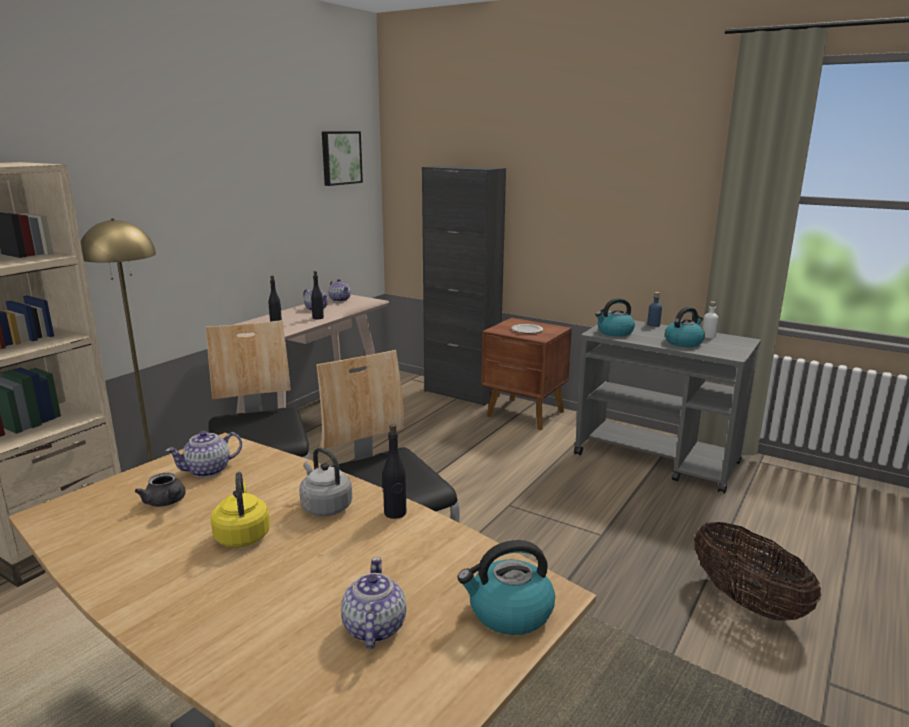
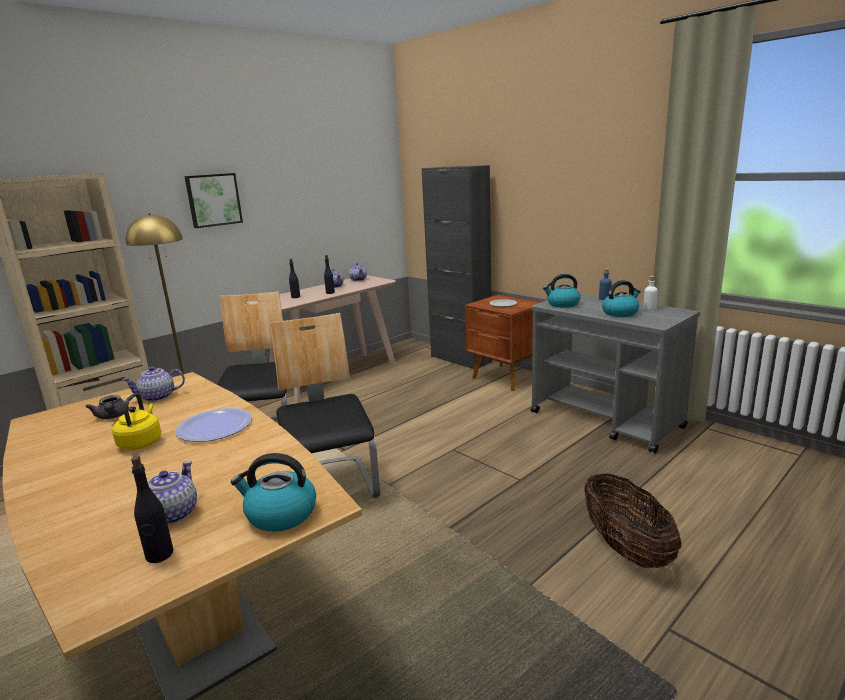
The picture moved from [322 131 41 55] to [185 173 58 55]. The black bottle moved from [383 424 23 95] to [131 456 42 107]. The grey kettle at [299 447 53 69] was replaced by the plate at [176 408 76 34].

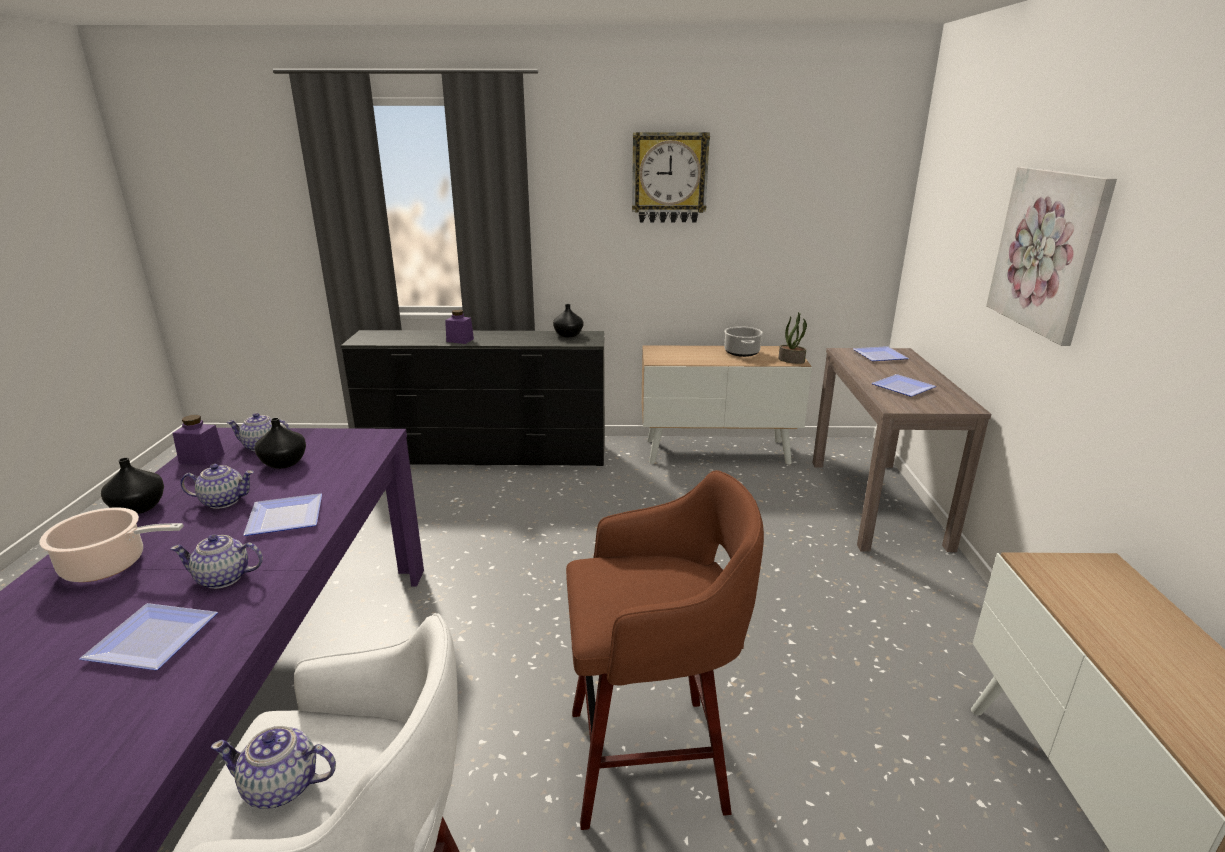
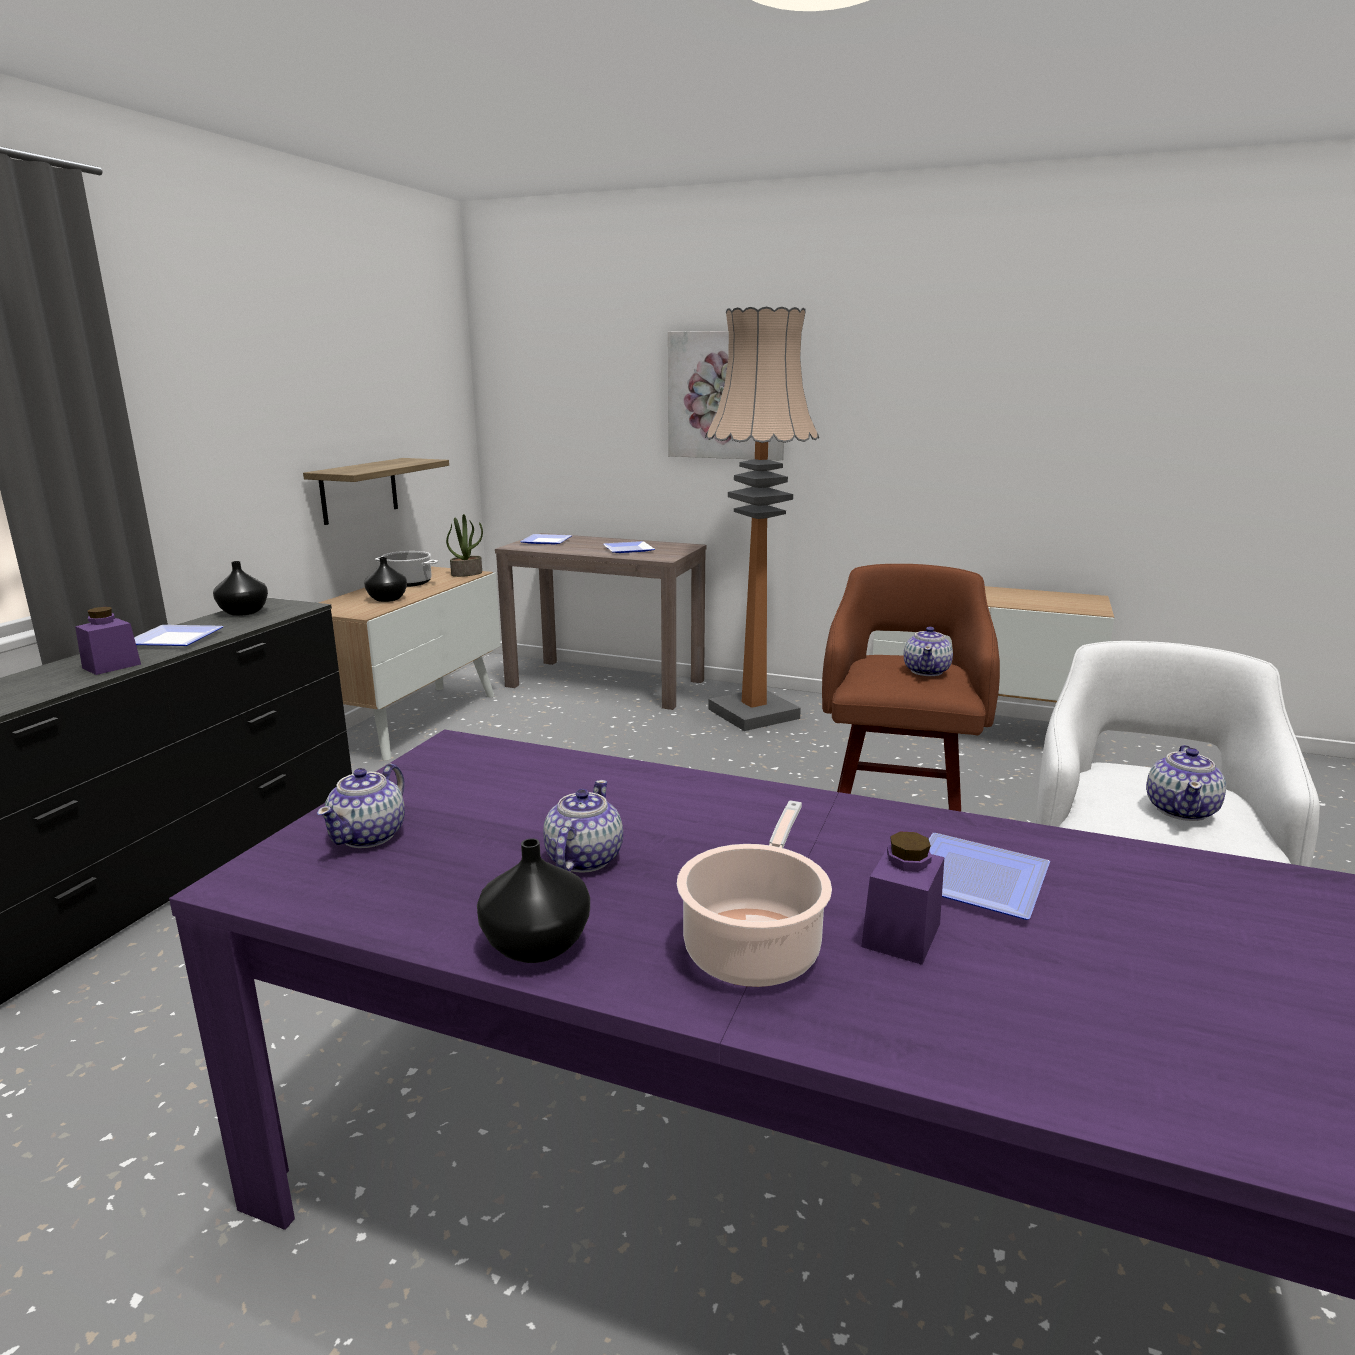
The wall clock at [632 132 78 91] disappeared. The shelf at [303 458 146 67] appeared. The floor lamp at [705 306 114 425] appeared. The teapot moved from [170 534 93 55] to [904 627 49 49]. The purple jar moved from [172 415 53 50] to [861 832 83 133]. The plate moved from [243 493 79 43] to [134 625 90 21]. The black vase moved from [255 418 51 51] to [364 557 43 45].

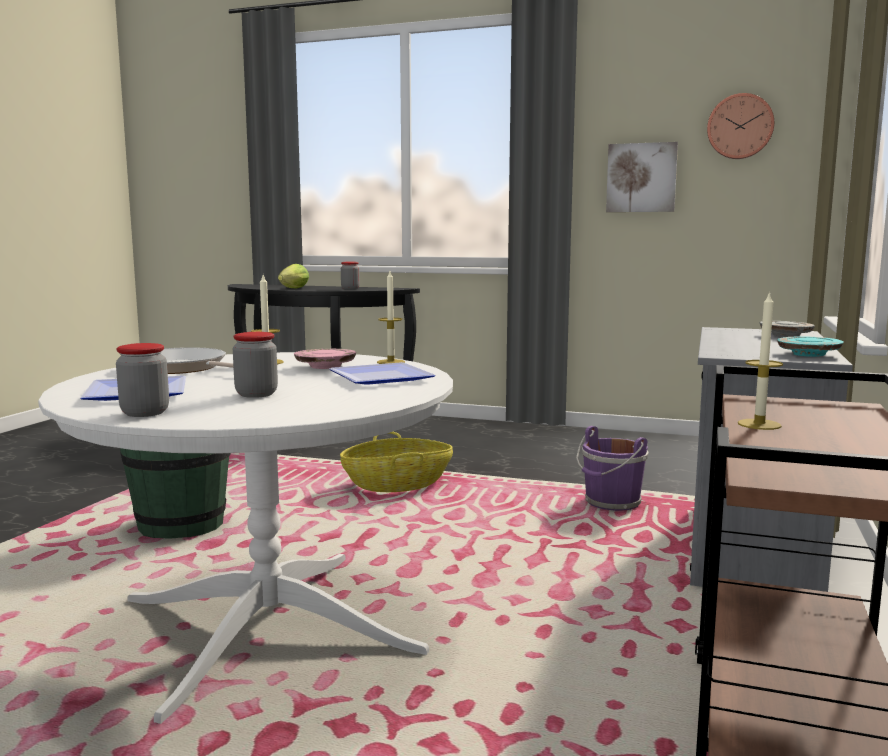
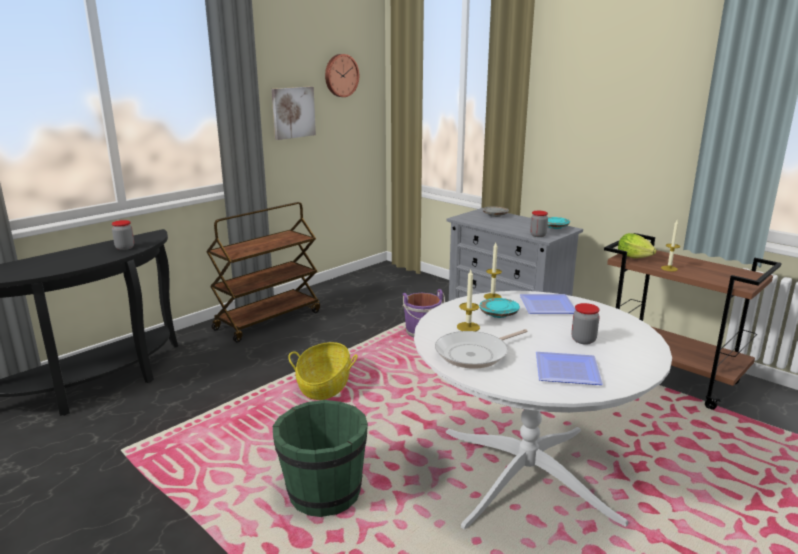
The brown cart at [206 202 114 141] appeared. The jar moved from [116 343 53 74] to [530 211 18 26]. The lettuce moved from [278 264 31 24] to [618 233 39 25]. The pink plate at [294 349 62 20] became the turquoise plate at [479 298 41 20].

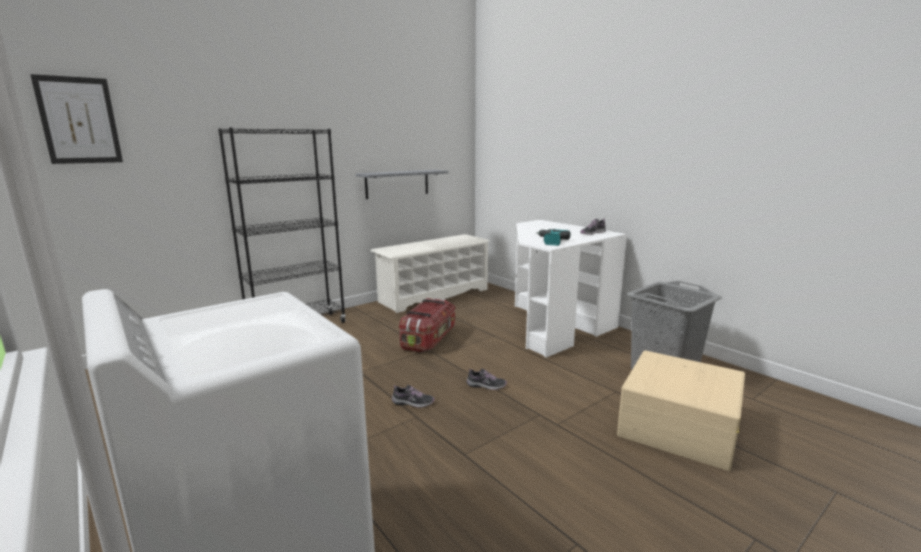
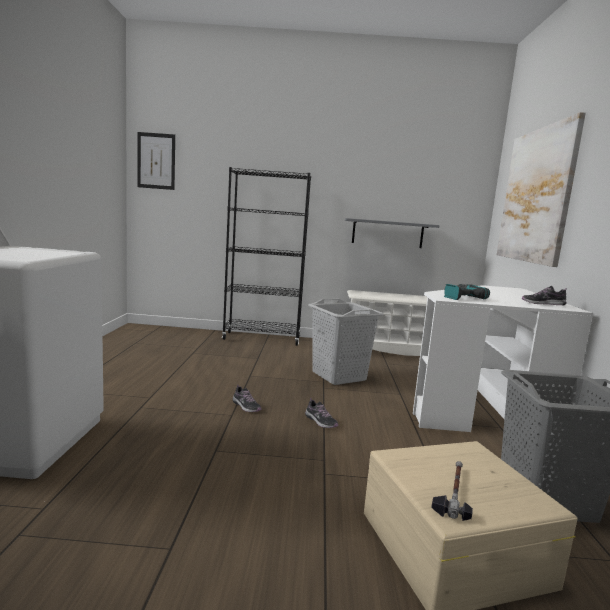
The hammer at [431 461 42 60] appeared. The picture at [497 112 89 155] appeared. The storage box at [399 298 56 54] was replaced by the grey laundry basket at [308 299 76 86].

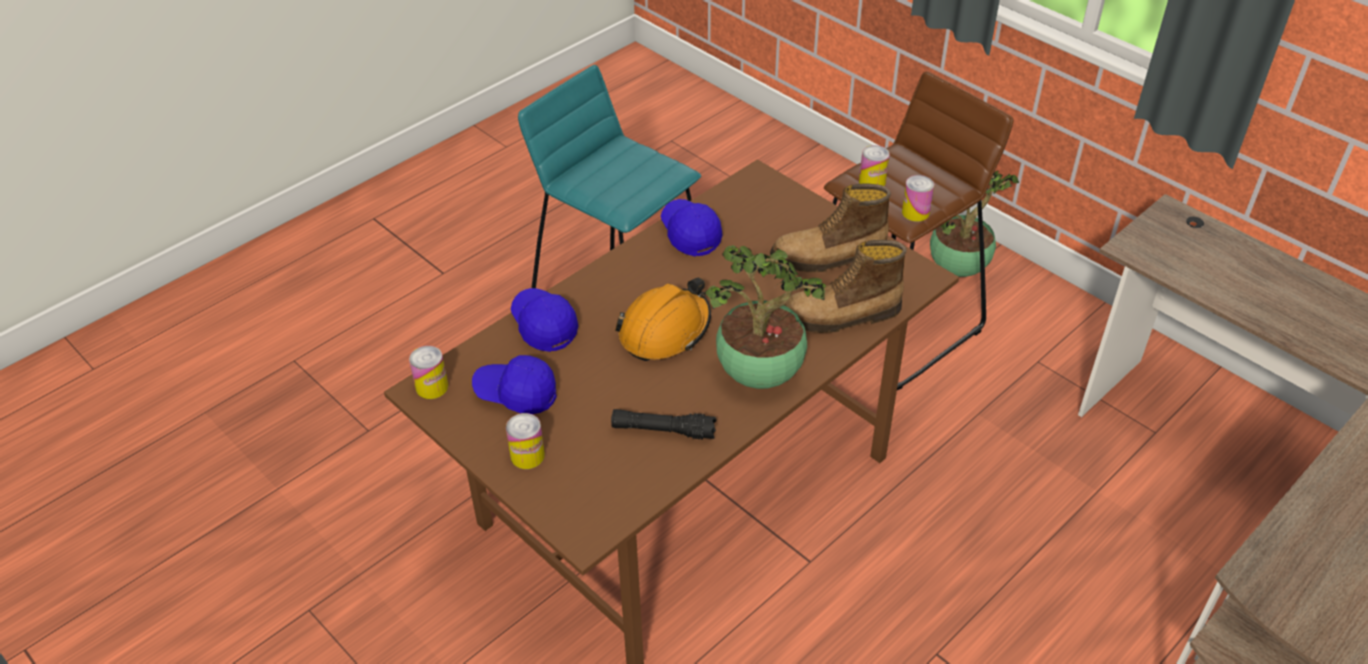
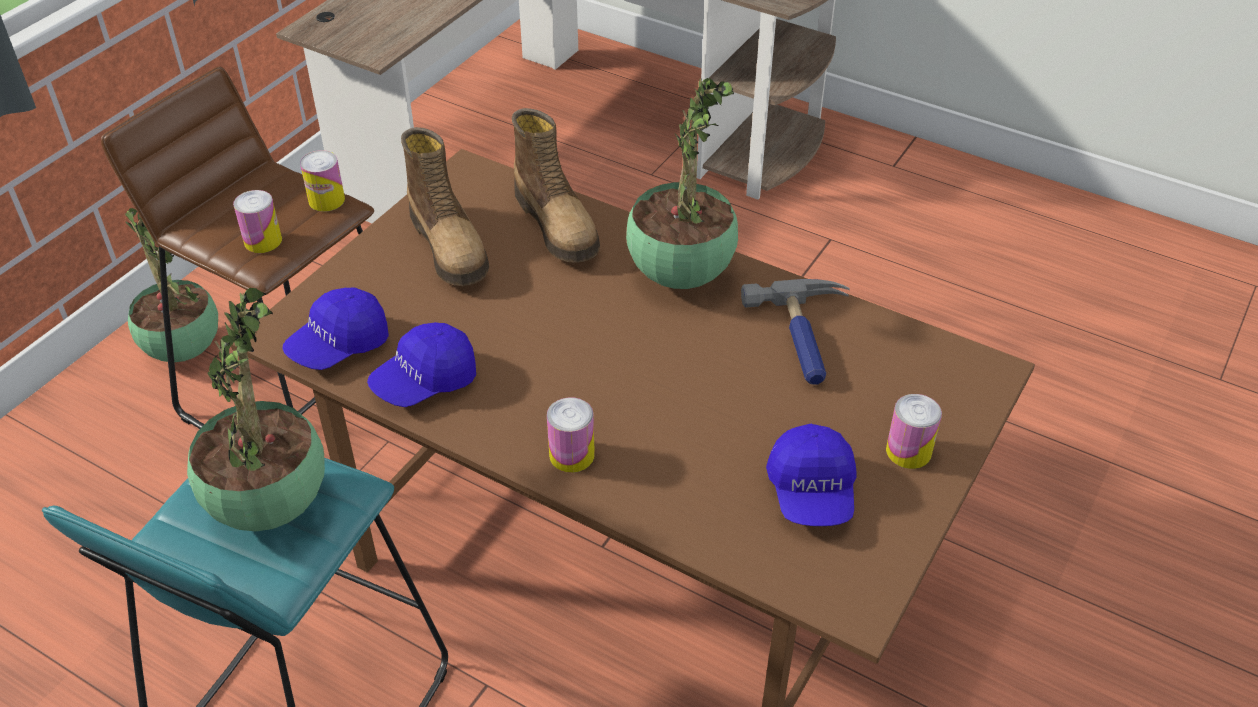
The orange hard hat at [615 278 96 83] disappeared. The potted plant at [187 288 138 244] appeared. The can moved from [409 346 39 53] to [547 397 48 76]. The blue cap moved from [511 288 67 64] to [282 287 107 83]. The black flashlight at [611 409 105 31] was replaced by the hammer at [741 279 109 105].

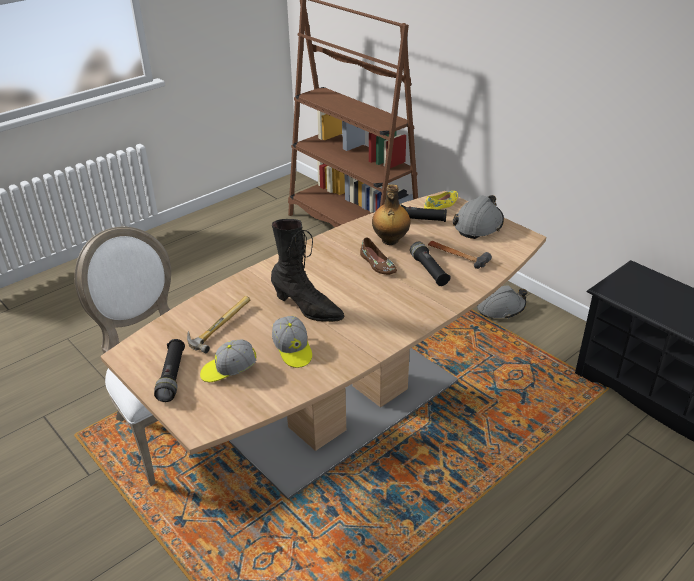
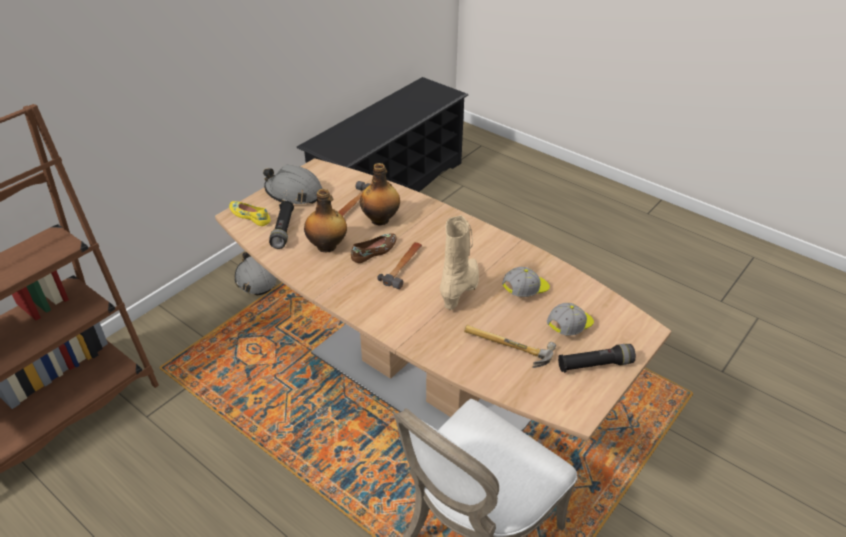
The hammer at [377 242 45 47] appeared. The black flashlight at [410 242 41 44] was replaced by the bottle at [360 163 40 63]. The black boot at [271 219 73 103] became the beige boot at [440 215 39 95]. The cap at [200 339 56 43] turned 105 degrees counterclockwise.

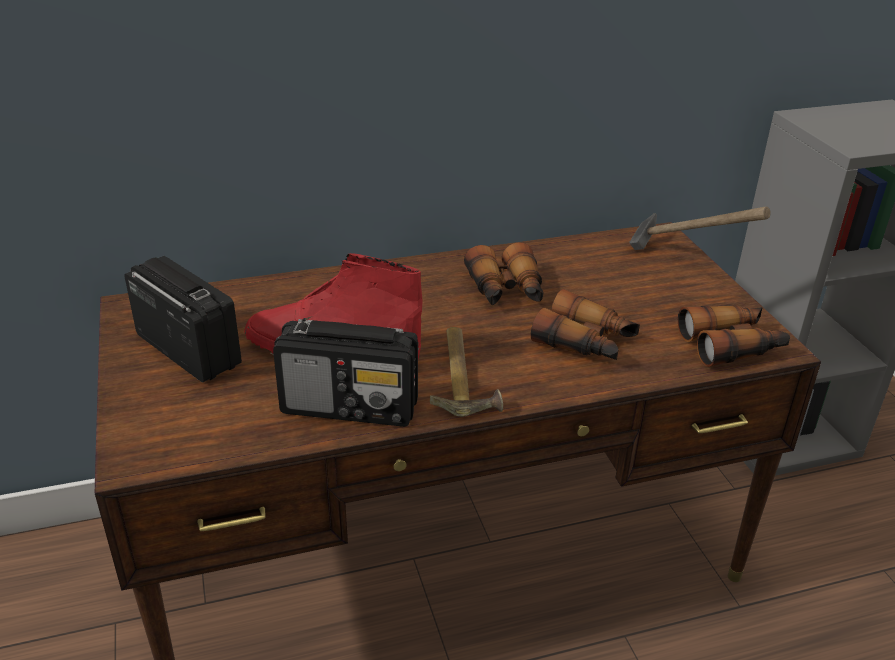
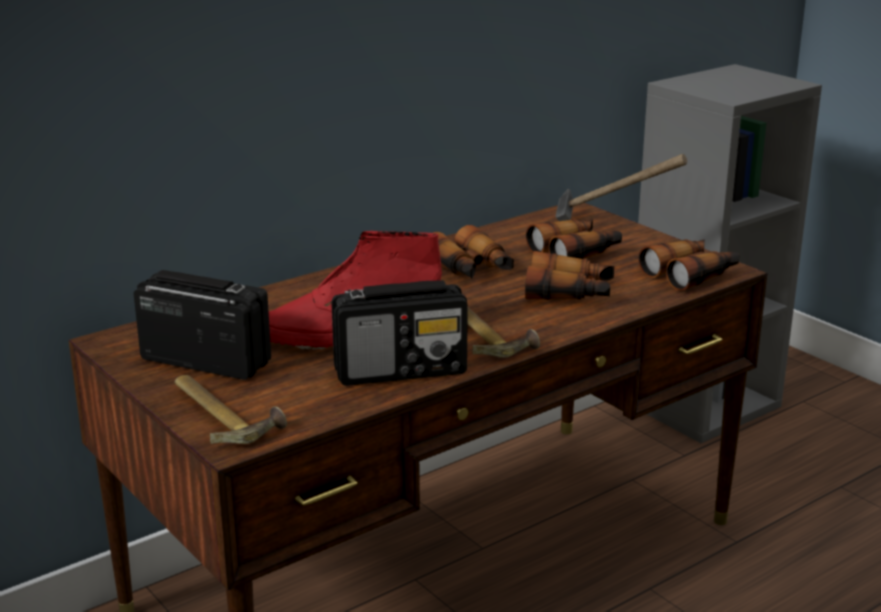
The hammer at [175 375 112 69] appeared. The binoculars at [526 219 96 40] appeared.

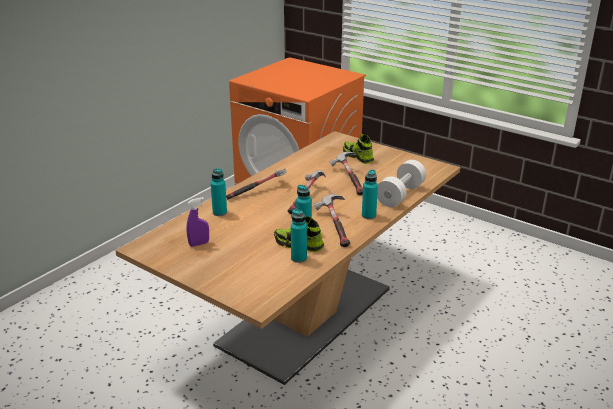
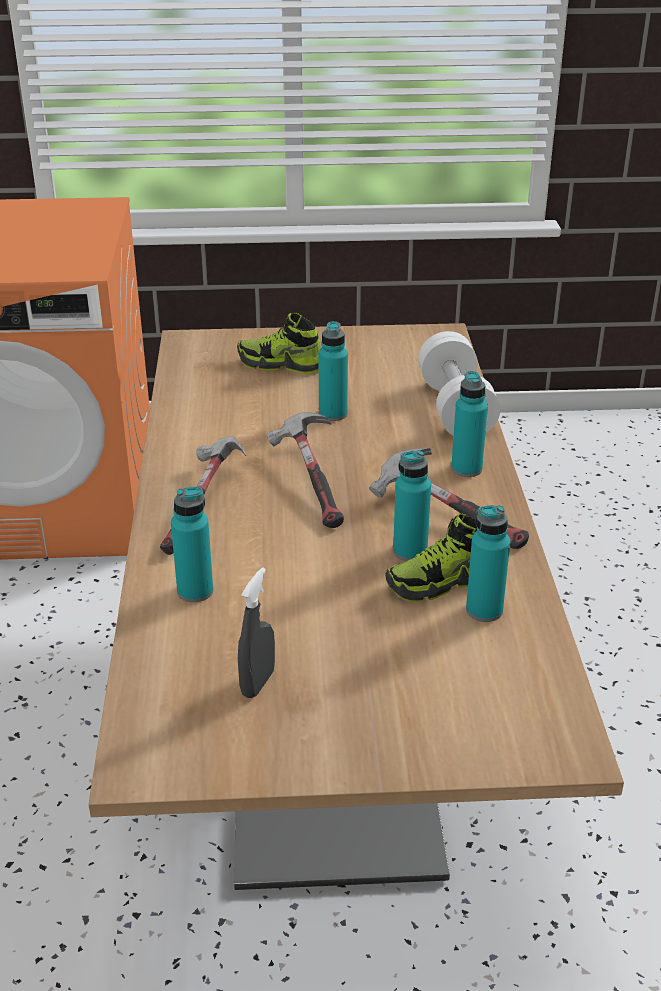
The hammer at [329 152 34 43] was replaced by the turquoise bottle at [319 321 29 100]. The purple spray bottle at [187 197 22 50] became the grey spray bottle at [238 567 37 131].

